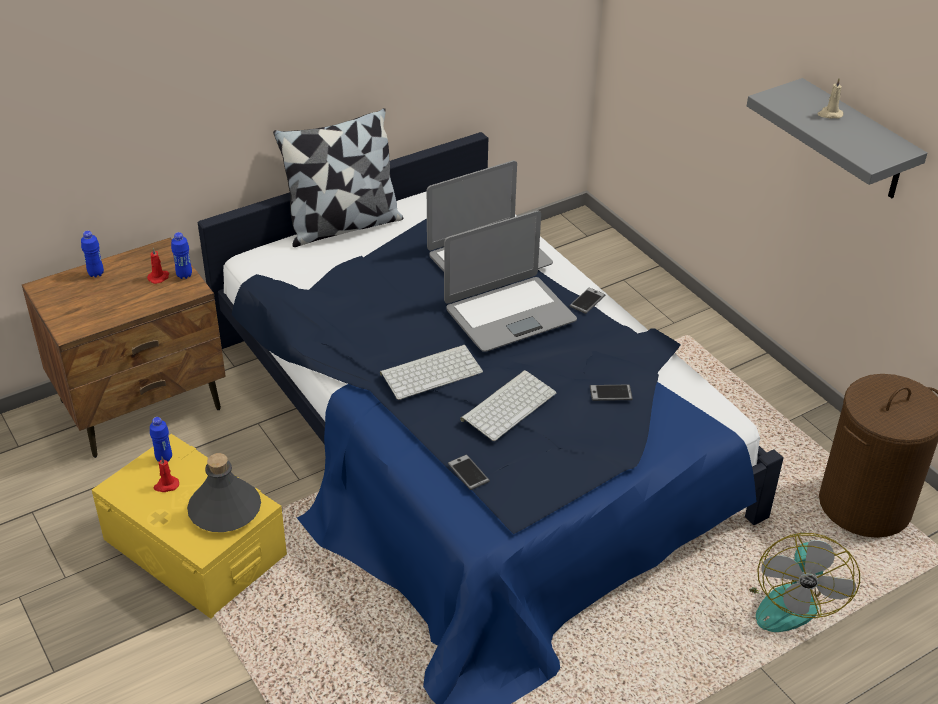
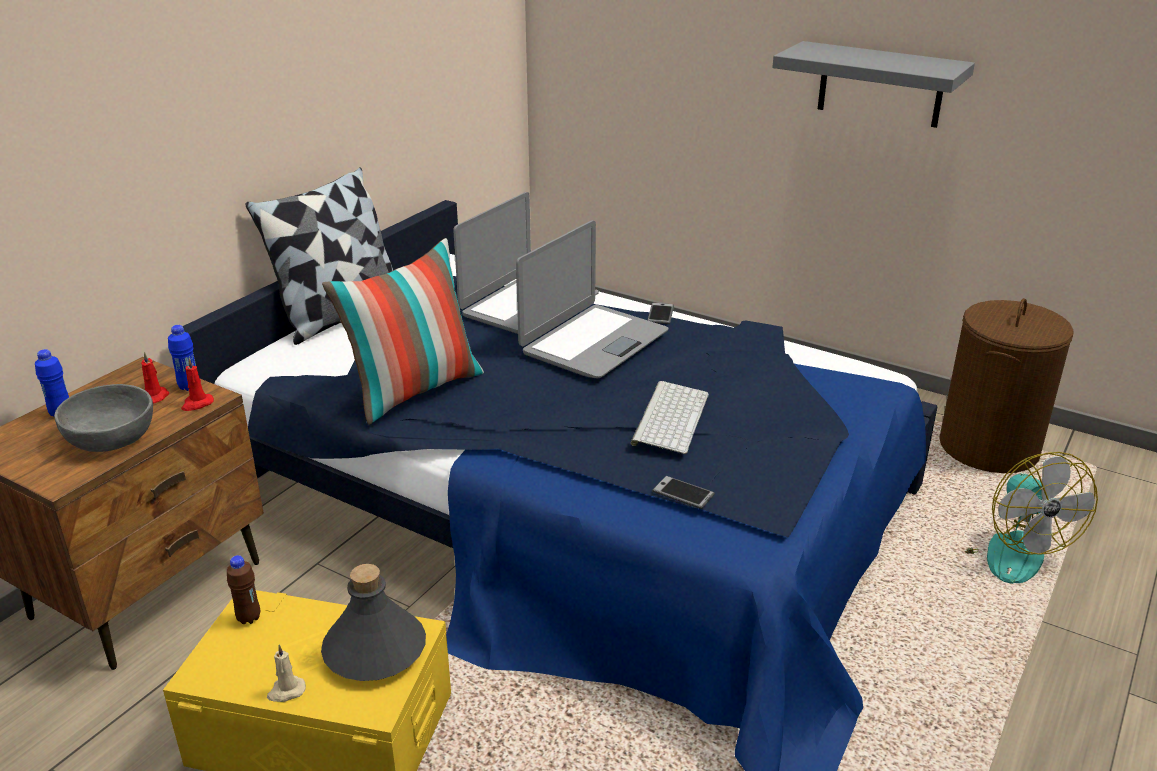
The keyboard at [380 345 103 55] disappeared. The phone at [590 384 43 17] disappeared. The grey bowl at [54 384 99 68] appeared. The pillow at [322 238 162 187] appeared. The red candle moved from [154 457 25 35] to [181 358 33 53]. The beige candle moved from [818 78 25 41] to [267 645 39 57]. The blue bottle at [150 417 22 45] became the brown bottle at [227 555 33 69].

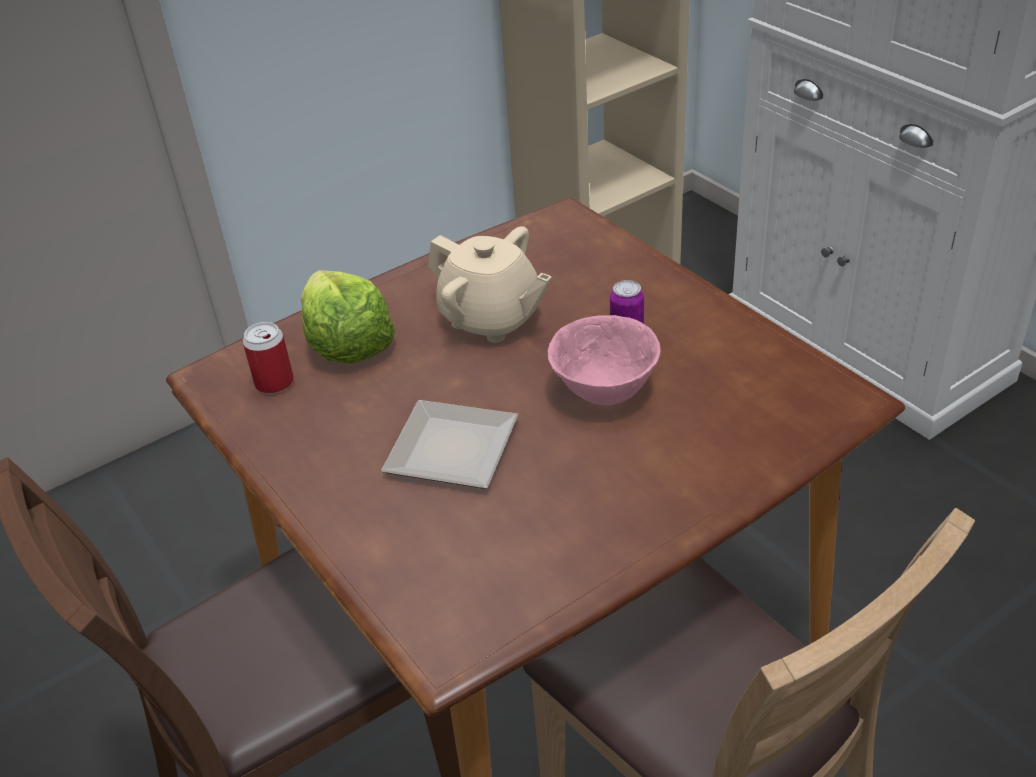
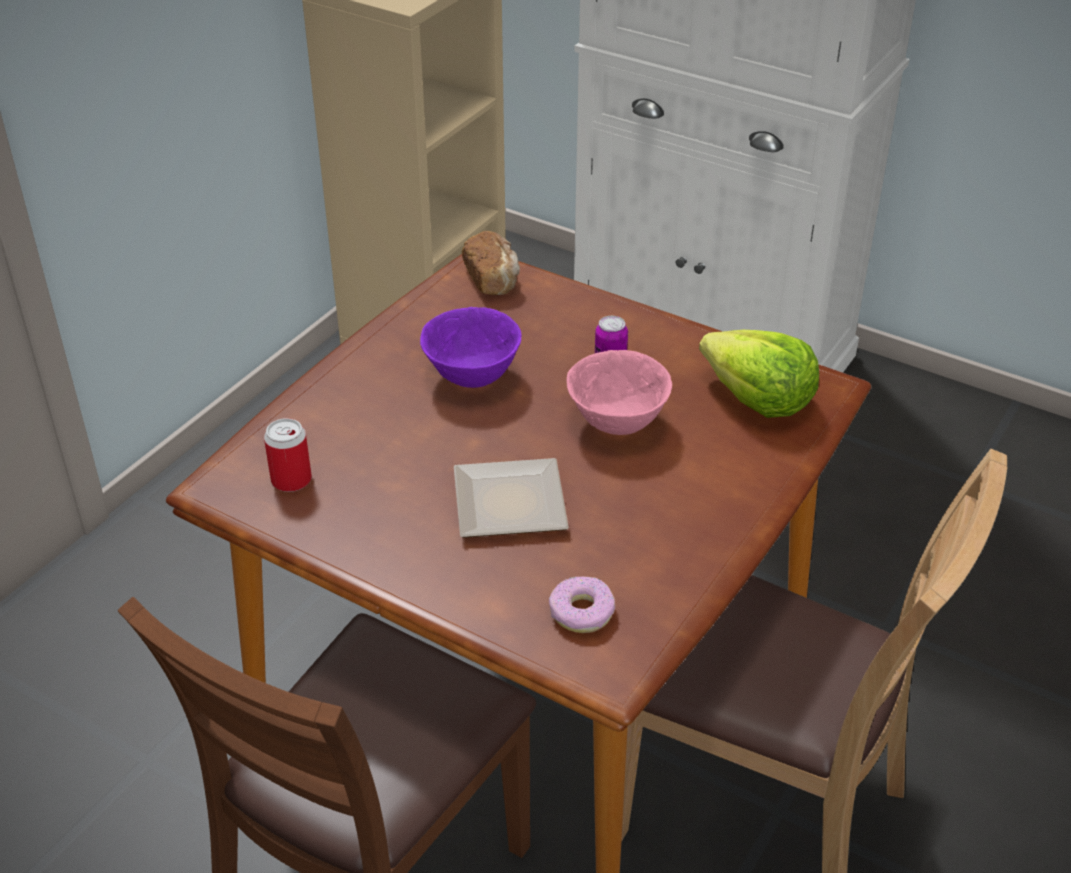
The bread at [462 231 58 64] appeared. The donut at [549 577 66 56] appeared. The lettuce moved from [301 270 95 94] to [699 330 120 88]. The beige teapot at [428 226 124 117] was replaced by the purple bowl at [420 307 101 81].

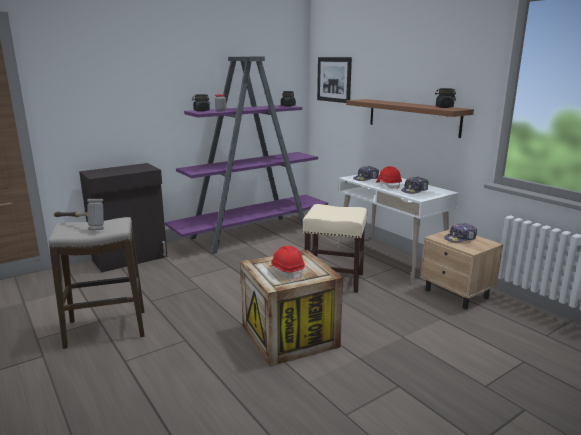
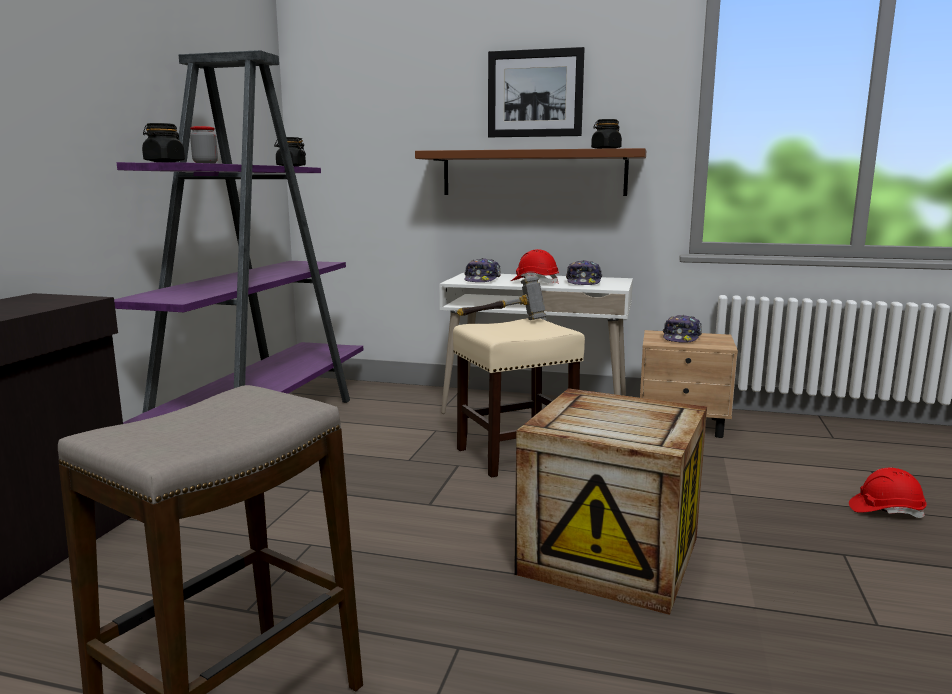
The hammer moved from [53 199 51 31] to [457 276 89 44]. The red hard hat moved from [269 246 36 33] to [849 468 78 50]. The picture moved from [317 57 35 46] to [488 47 97 90].

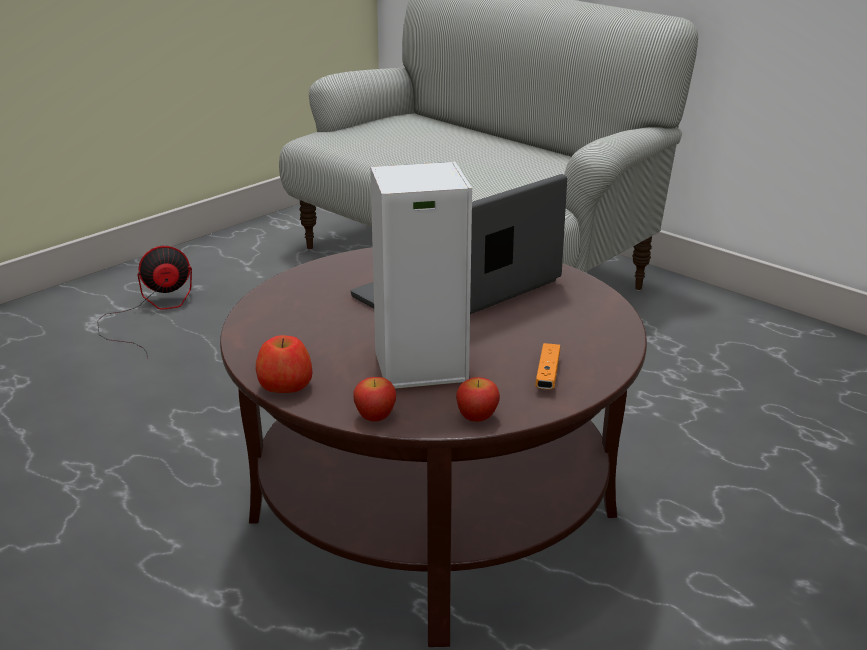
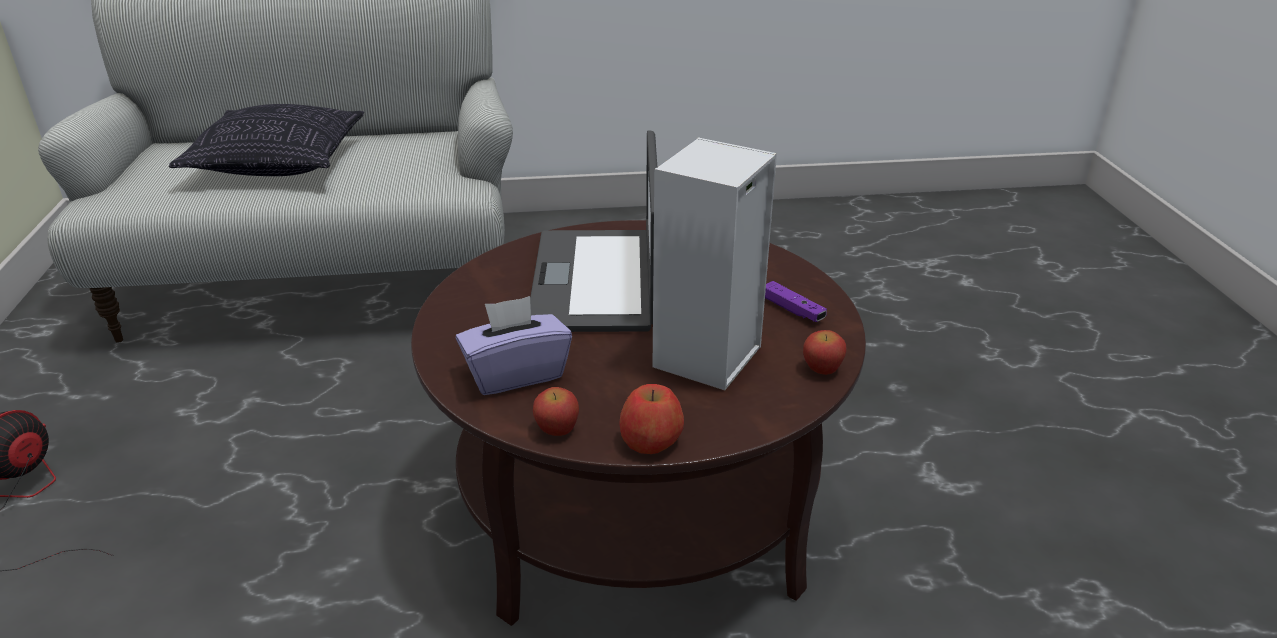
The pillow at [169 104 195 72] appeared. The purple tissue box at [456 296 116 99] appeared. The apple moved from [353 377 43 45] to [533 387 46 49]. The orange game controller at [535 343 25 46] became the purple game controller at [765 281 62 41].

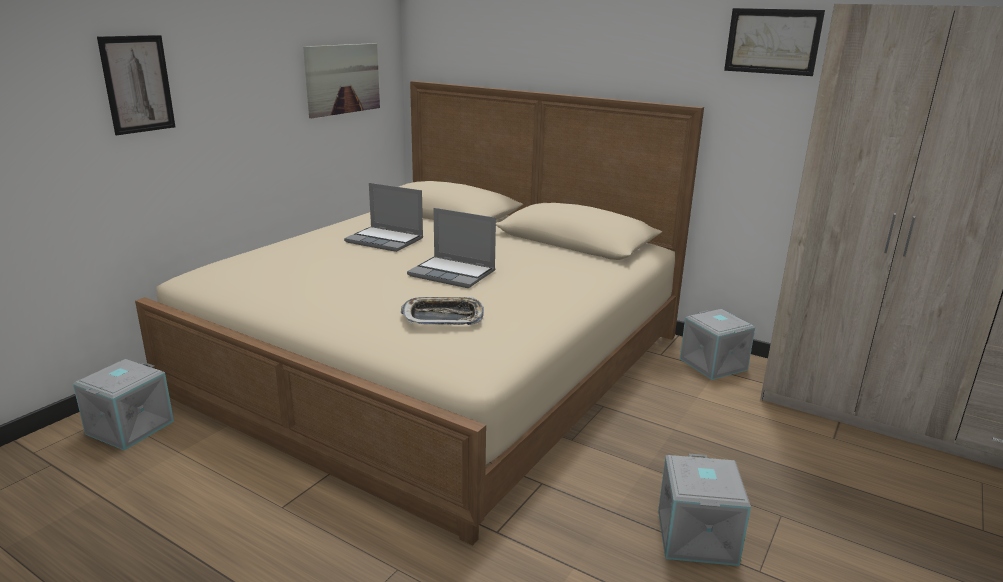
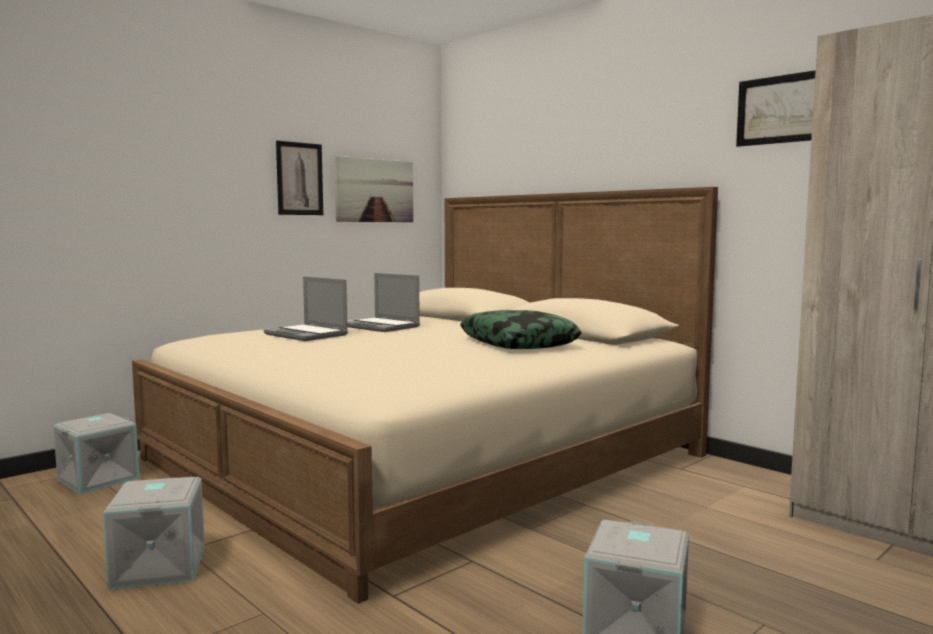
The tray at [401 297 83 28] disappeared. The pillow at [460 310 122 39] appeared. The picture moved from [97 35 78 100] to [276 141 47 74]. The laptop moved from [407 208 89 80] to [264 277 84 64]. The grey storage box moved from [680 309 75 71] to [103 477 102 113].

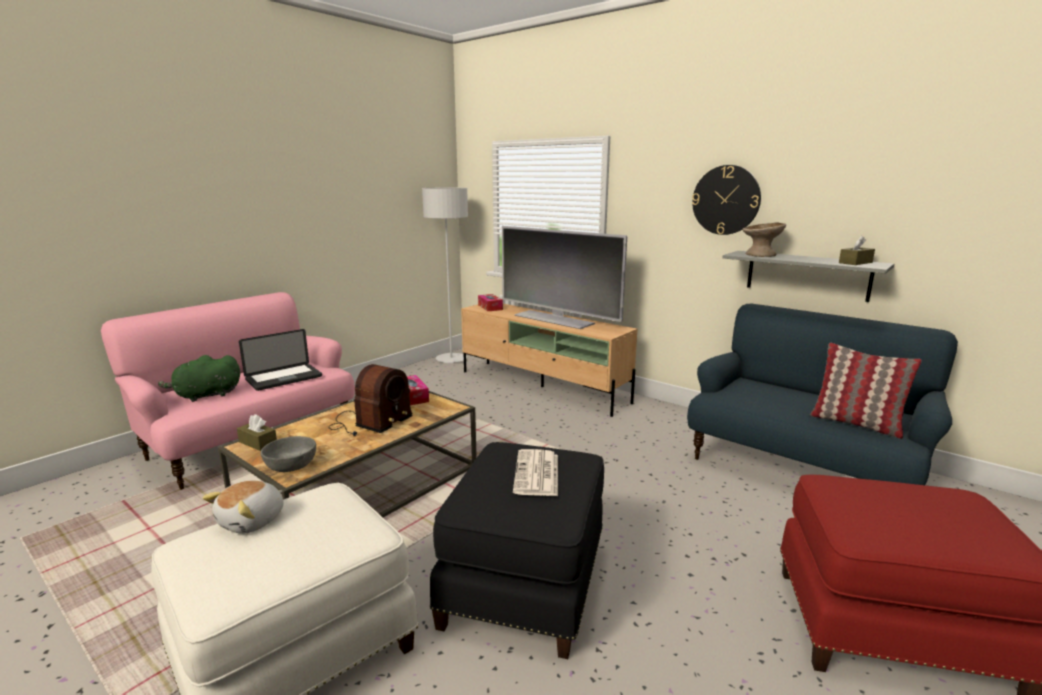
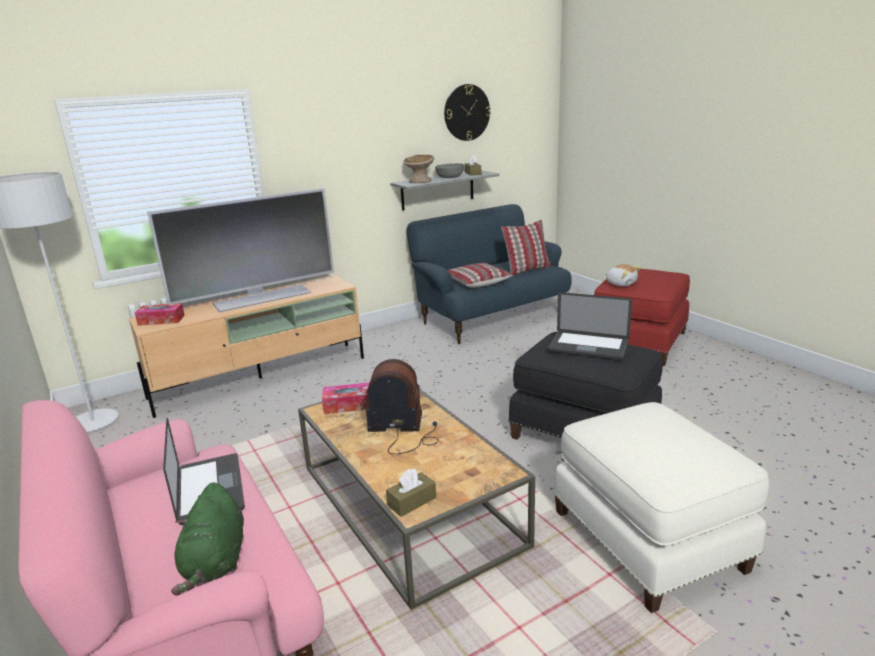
The pillow at [447 263 66 24] appeared. The plush toy moved from [202 481 82 53] to [605 264 37 22]. The grey bowl moved from [261 436 55 36] to [435 163 29 15]. The wall clock moved from [692 165 69 70] to [444 84 47 57]. The newspaper at [513 449 45 47] was replaced by the laptop at [548 292 84 68]. The radio at [329 364 84 72] turned 45 degrees counterclockwise.

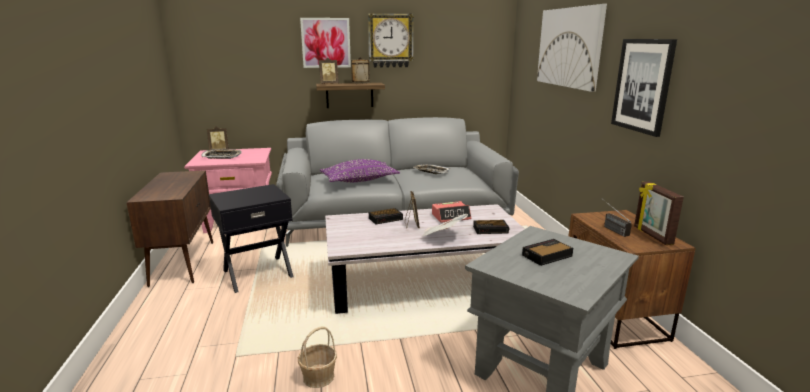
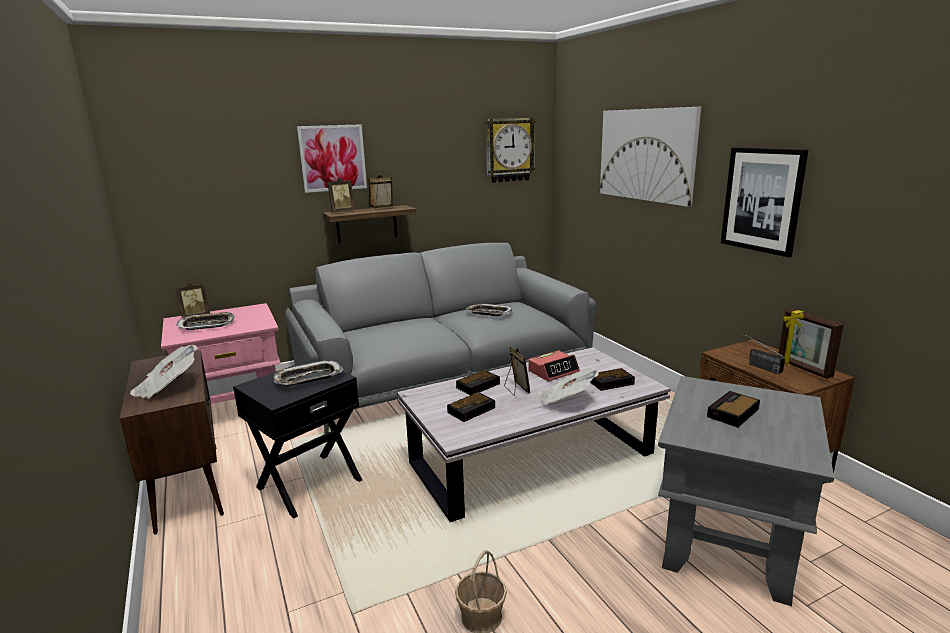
The purple pillow at [320 159 80 24] disappeared. The newspaper at [130 345 68 54] appeared. The tray at [273 360 71 26] appeared. The alarm clock at [447 392 48 30] appeared. The wall clock moved from [368 13 46 55] to [486 118 50 65].

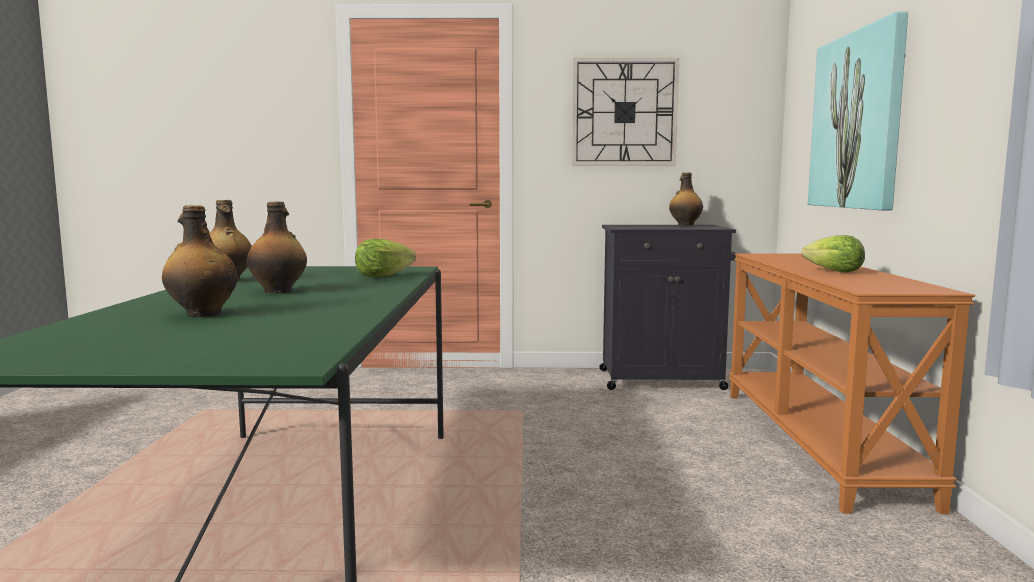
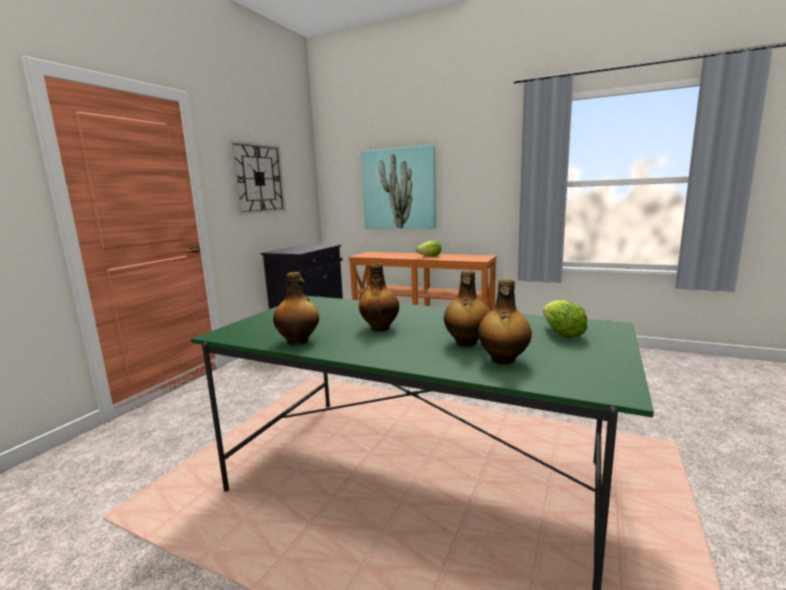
The lettuce moved from [355 239 61 38] to [543 300 44 38]. The bottle moved from [669 172 34 54] to [478 279 54 86].

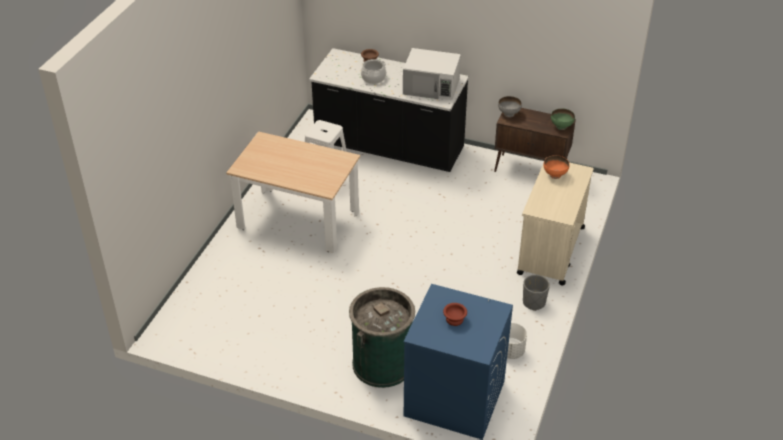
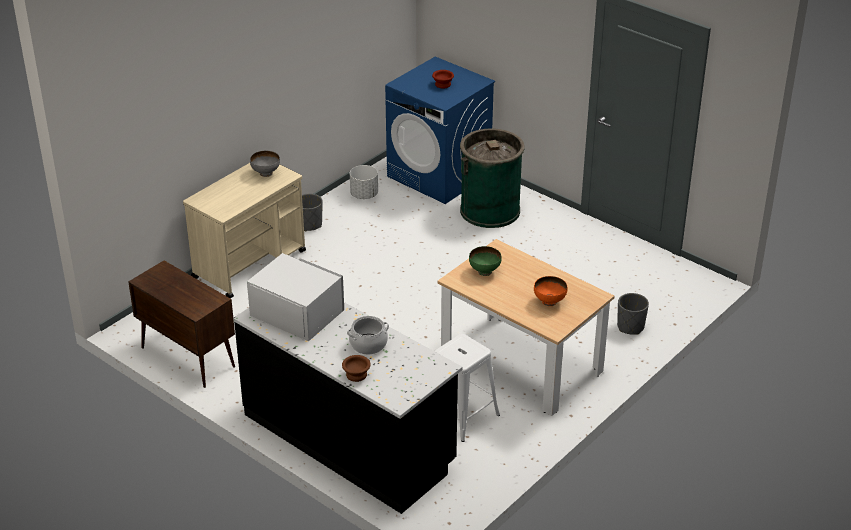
The grey planter at [617 293 32 42] appeared. The grey bowl moved from [498 96 24 22] to [250 151 30 26]. The orange bowl moved from [544 155 25 24] to [534 276 34 30]. The green bowl moved from [551 108 24 22] to [469 246 33 30].

